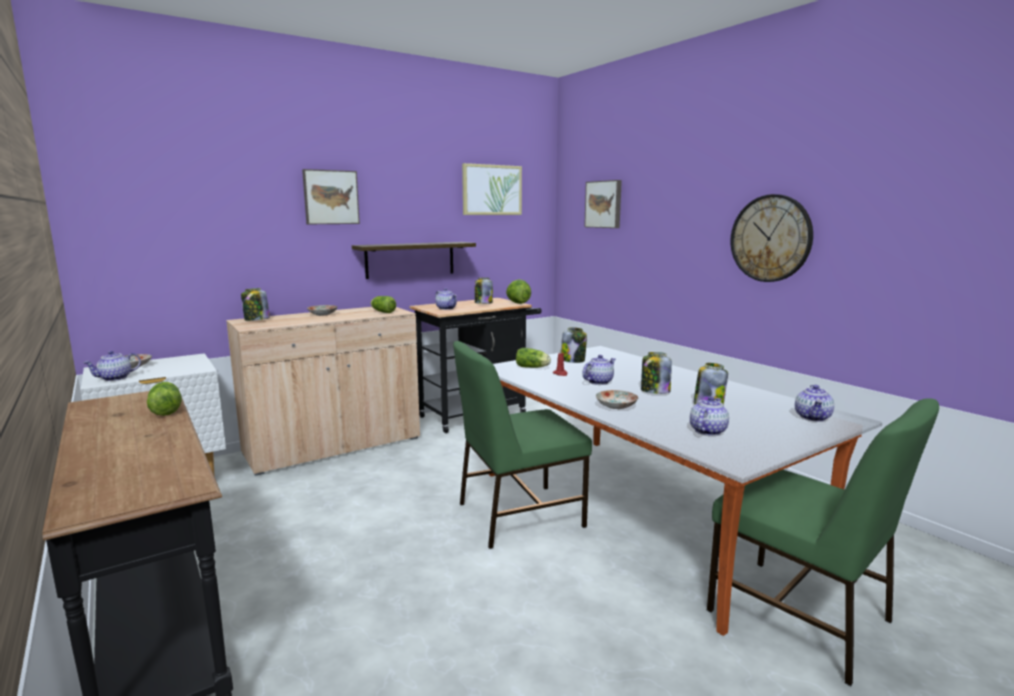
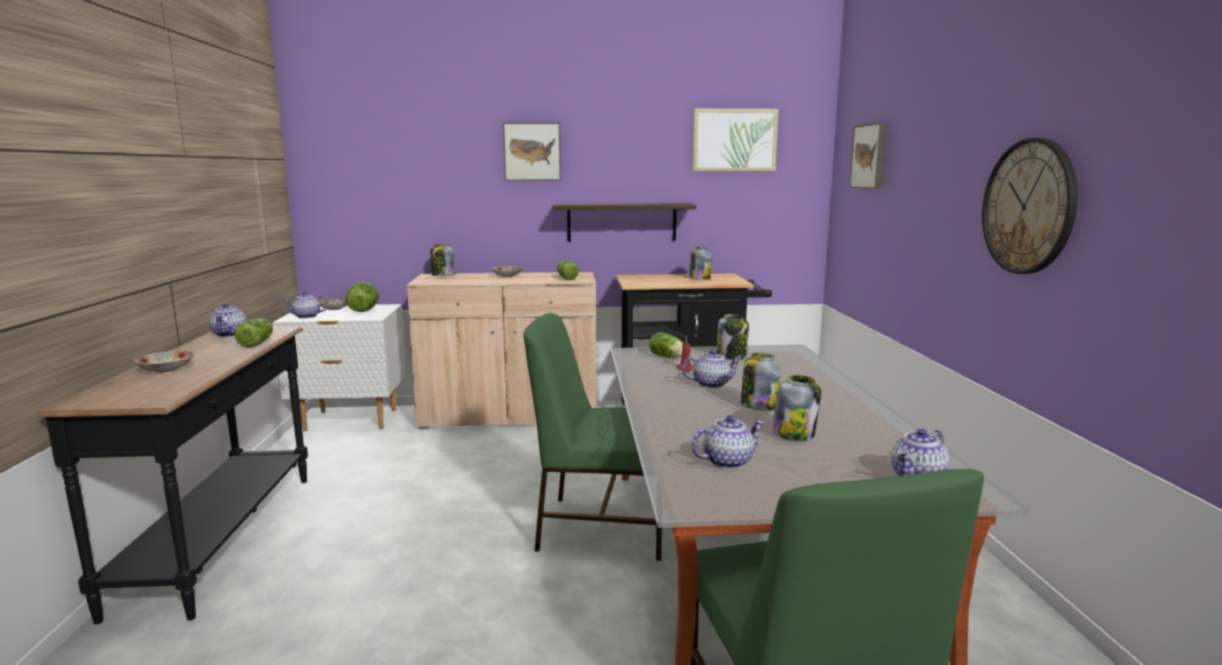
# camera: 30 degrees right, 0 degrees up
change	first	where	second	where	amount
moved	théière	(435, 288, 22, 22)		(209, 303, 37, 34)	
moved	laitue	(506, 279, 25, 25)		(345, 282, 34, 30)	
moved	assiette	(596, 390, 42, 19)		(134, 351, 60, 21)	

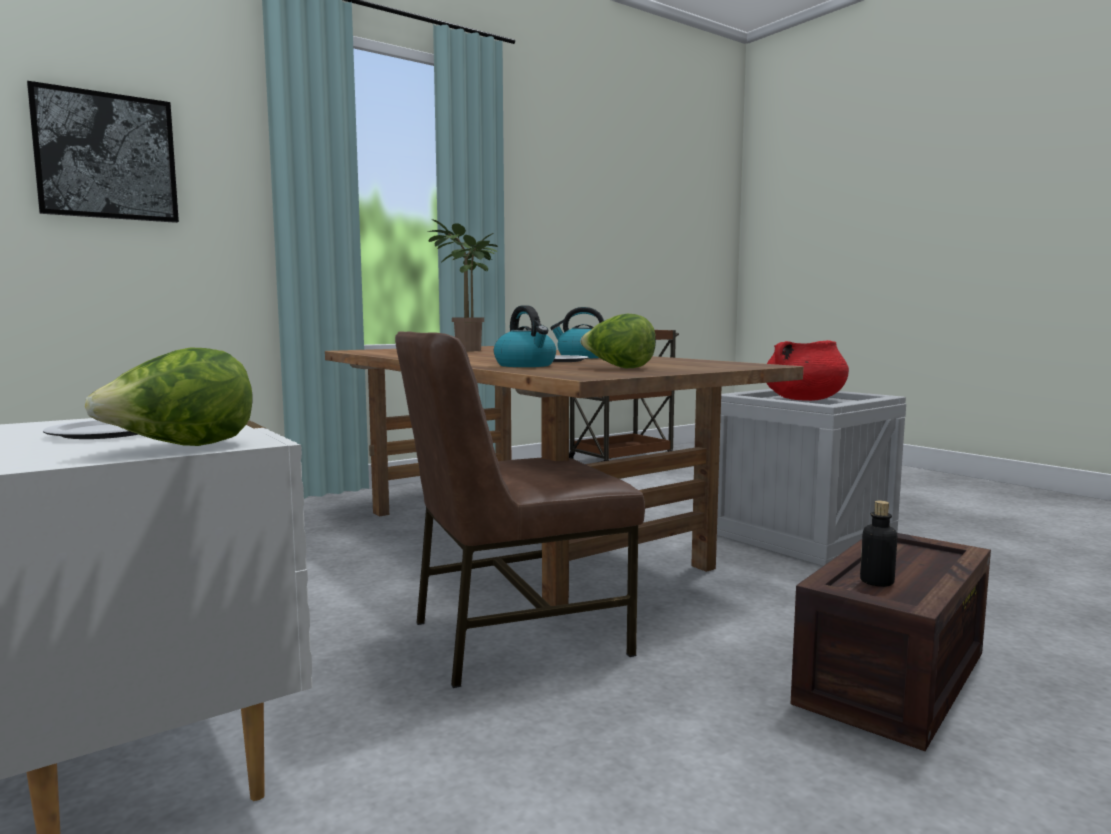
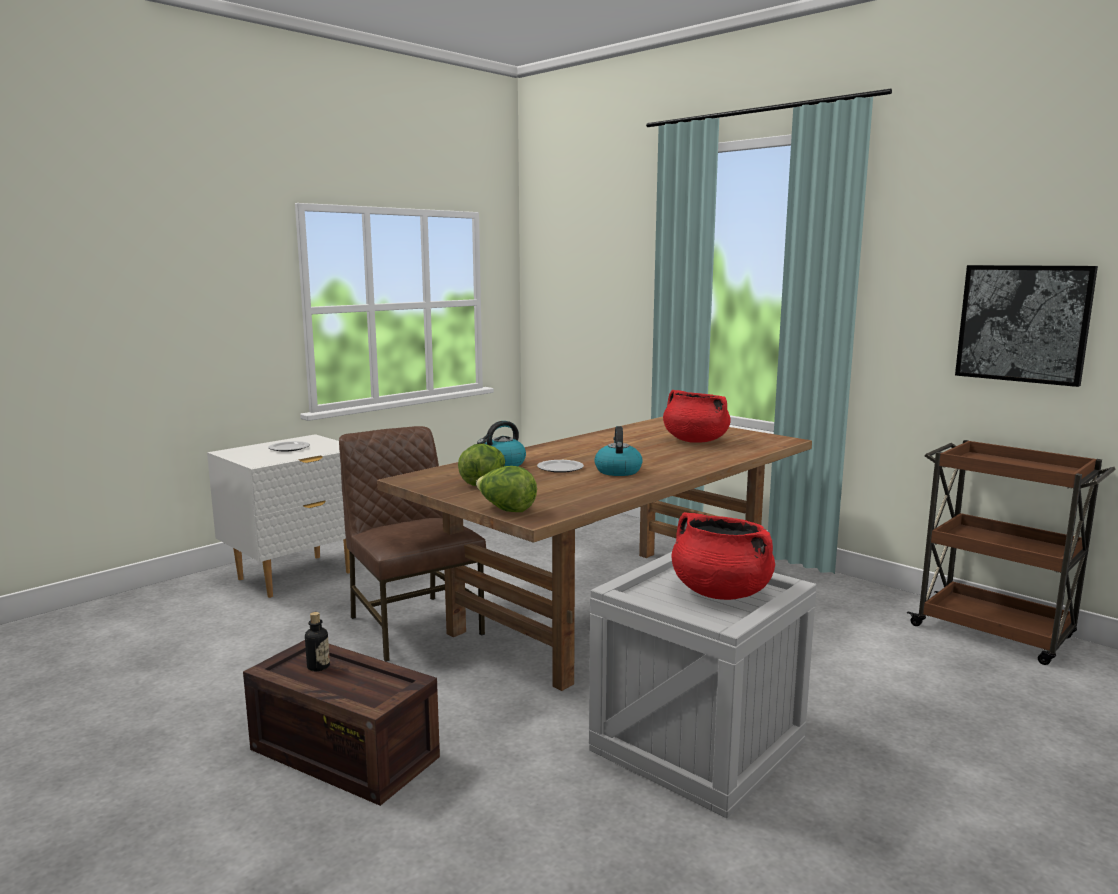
# camera: 80 degrees right, 5 degrees up
change	first	where	second	where	amount
moved	tableau	(27, 81, 152, 142)		(955, 265, 143, 122)	
moved	laitue	(85, 347, 168, 99)		(476, 466, 61, 46)	
replaced	plante en pot	(427, 219, 71, 132)	marmite (rouge)	(663, 390, 68, 53)	

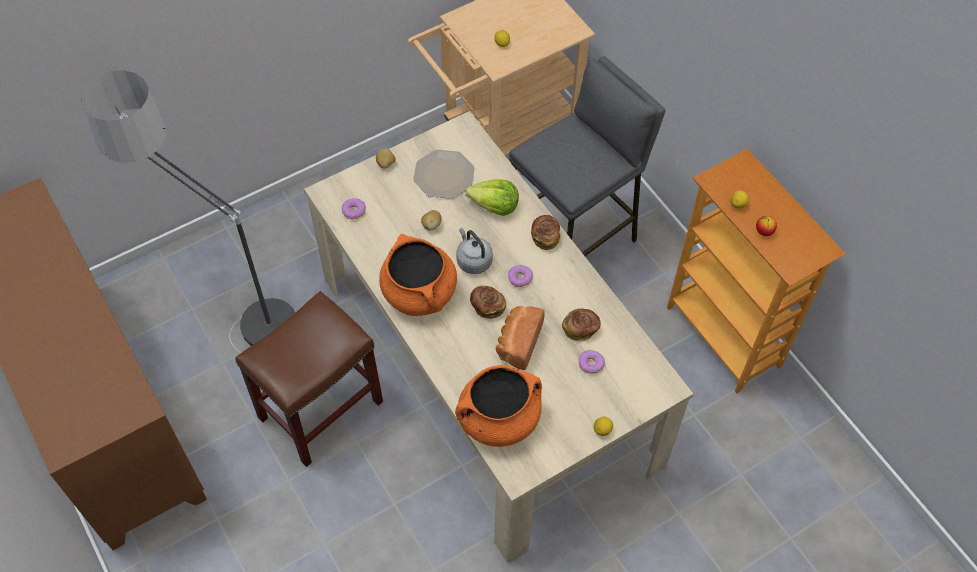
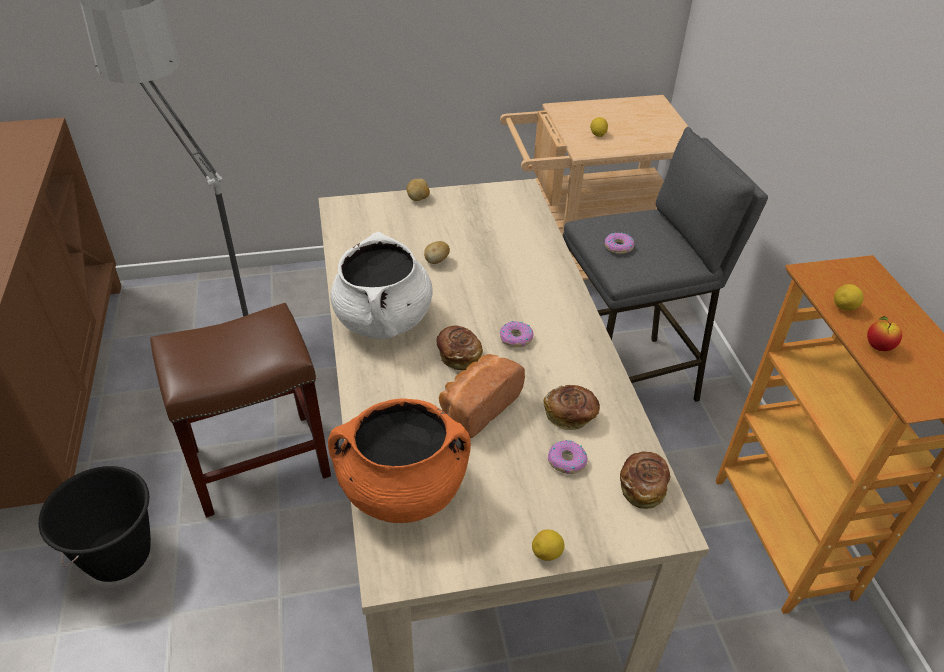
# camera: 20 degrees right, 15 degrees down
change	first	where	second	where	amount
moved	beignet	(342, 198, 24, 21)		(605, 232, 29, 22)	
recoloured	marmite (orange)	(379, 234, 78, 82)	marmite (blanc)	(330, 232, 103, 107)	
removed	assiette	(413, 150, 61, 49)			
removed	bouilloire (gris)	(456, 227, 37, 47)			
removed	laitue	(466, 179, 53, 37)			
moved	pain	(531, 215, 29, 35)		(620, 451, 50, 58)	
added			seau (noir)	(39, 466, 112, 116)	

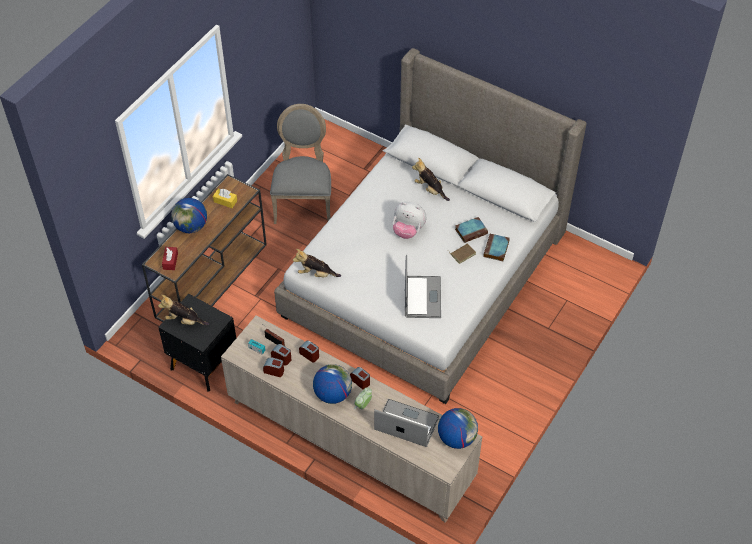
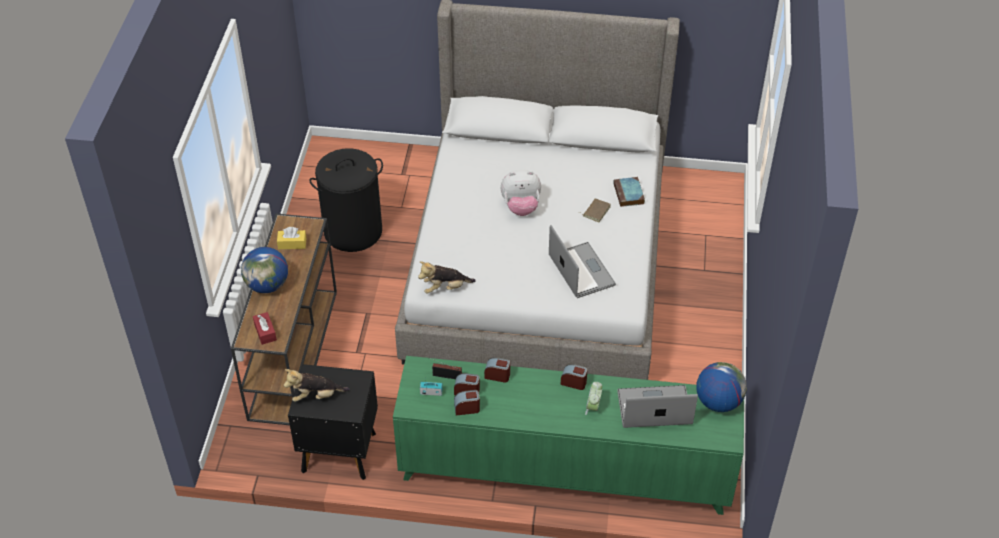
# camera: 25 degrees left, 5 degrees down
change	first	where	second	where	amount
recoloured	meuble de rangement (beige)	(221, 316, 261, 207)	meuble de rangement (vert)	(393, 356, 351, 159)	
replaced	chaise (gris)	(270, 104, 61, 120)	panier à linge (noir)	(309, 149, 74, 103)	
removed	globe	(313, 364, 39, 40)			
removed	peluche	(412, 158, 38, 43)			
removed	livre	(455, 217, 33, 26)			

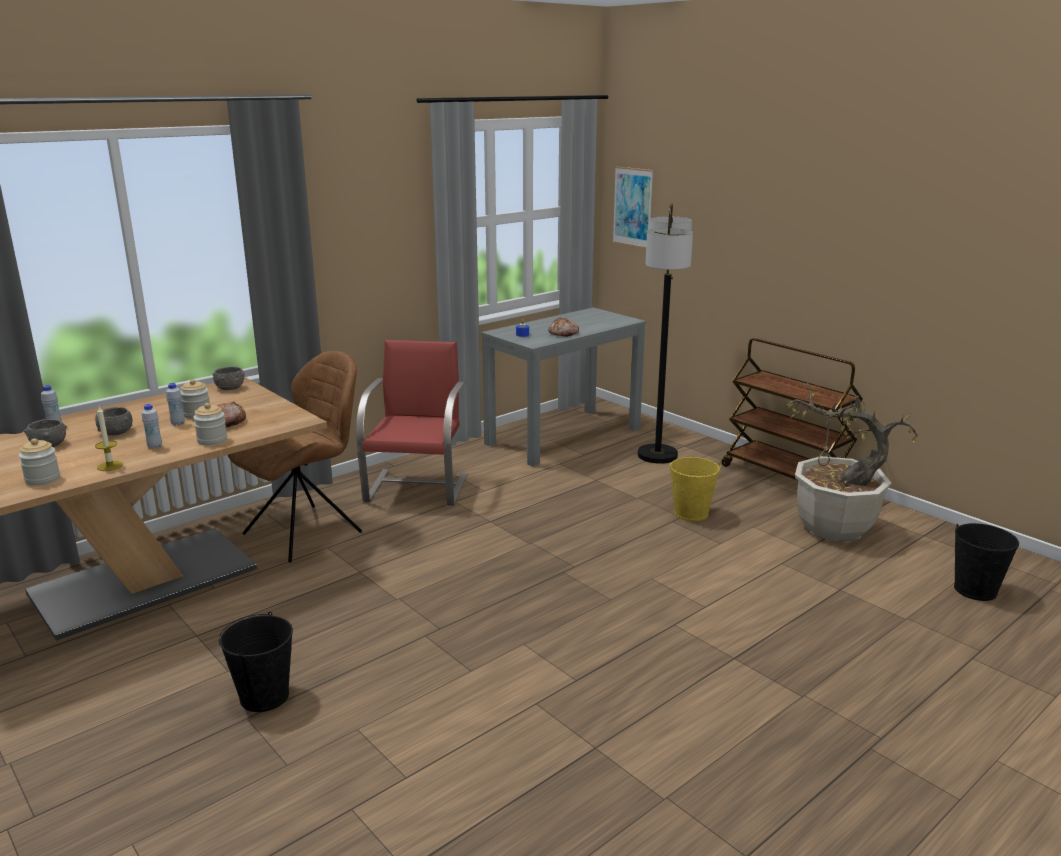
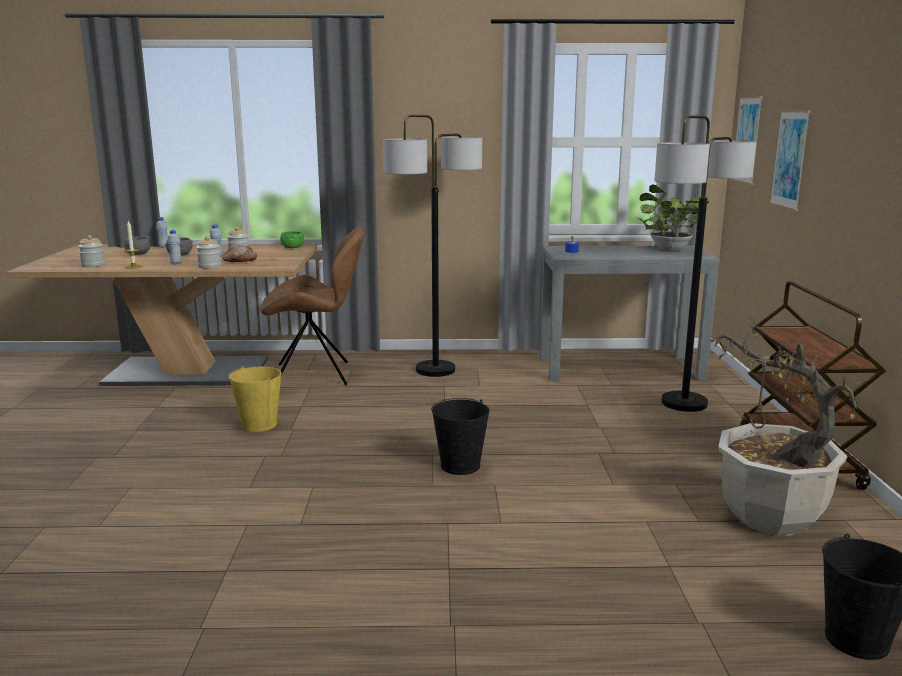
# camera: 40 degrees right, 5 degrees down
change	first	where	second	where	amount
recoloured	bol (gris)	(212, 366, 33, 24)	bol (vert)	(280, 231, 24, 17)	
moved	seau (noir)	(219, 612, 74, 100)		(431, 398, 59, 77)	
replaced	chaise (rouge)	(356, 340, 111, 166)	lampadaire	(383, 115, 99, 262)	
removed	pain	(548, 317, 31, 20)			
moved	seau (jaune)	(669, 457, 52, 65)		(228, 366, 54, 66)	
added			plante en pot	(638, 185, 61, 67)	
added			tableau	(769, 111, 42, 100)	

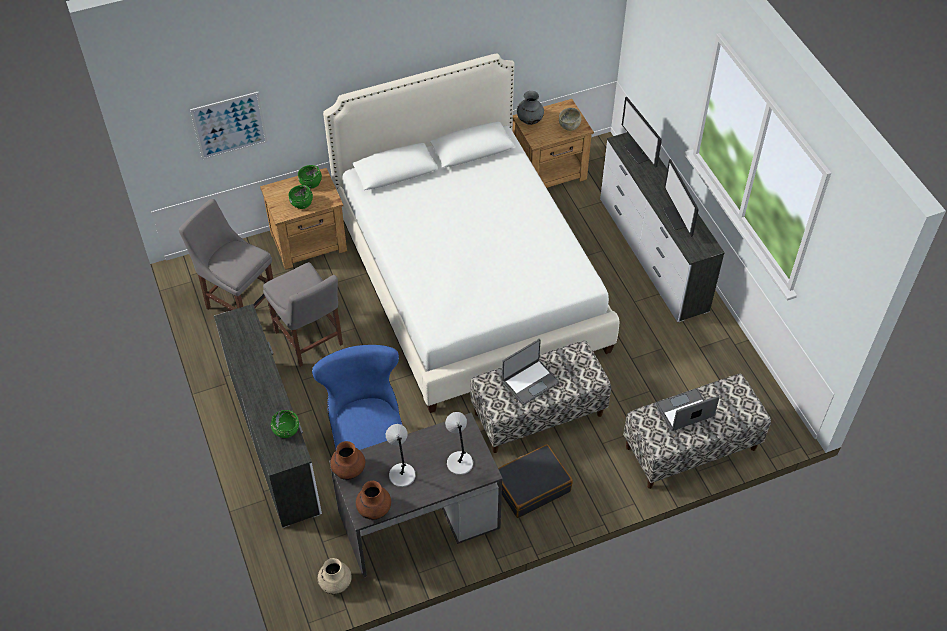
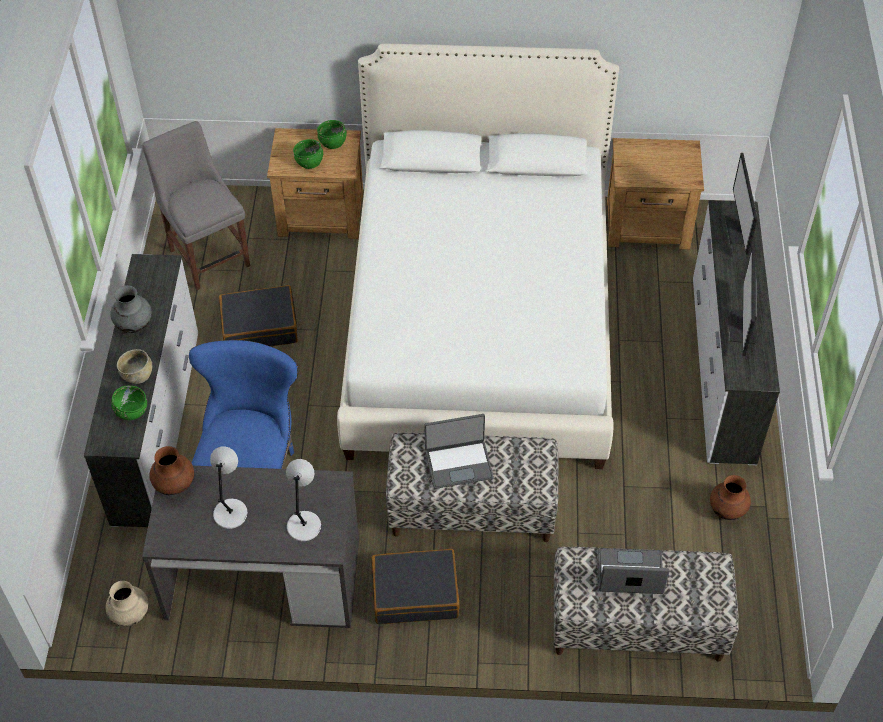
# camera: 25 degrees right, 0 degrees up
change	first	where	second	where	amount
removed	tableau	(190, 92, 77, 68)			
replaced	chaise (gris)	(263, 262, 80, 105)	valise (noir)	(219, 285, 79, 62)	
moved	vase (marron)	(356, 481, 35, 39)		(710, 475, 41, 45)	
moved	vase (gris)	(517, 91, 27, 34)		(110, 285, 42, 48)	
moved	bol (beige)	(559, 108, 22, 23)		(117, 349, 35, 35)	

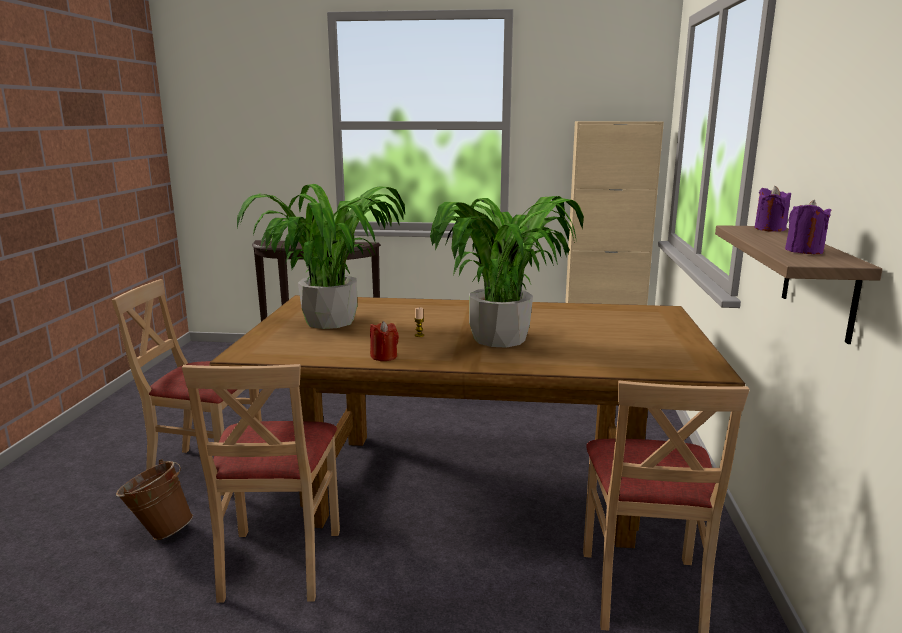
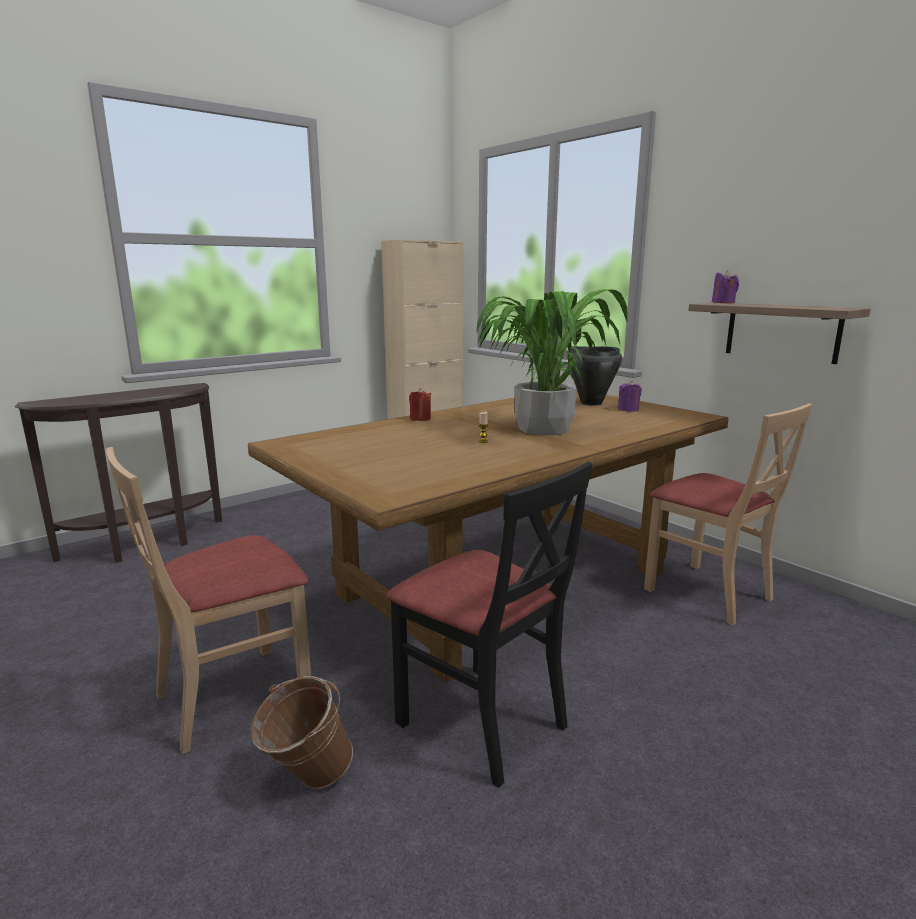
# camera: 45 degrees left, 0 degrees up
change	first	where	second	where	amount
recoloured	chaise (beige)	(182, 364, 158, 239)	chaise (noir)	(386, 462, 207, 326)	
removed	plante en pot	(237, 184, 168, 145)			
moved	bougie (rouge)	(370, 321, 29, 40)		(409, 388, 22, 33)	
moved	bougie (violet)	(785, 200, 46, 54)		(618, 381, 24, 31)	
added			marmite (noir)	(568, 346, 54, 60)	

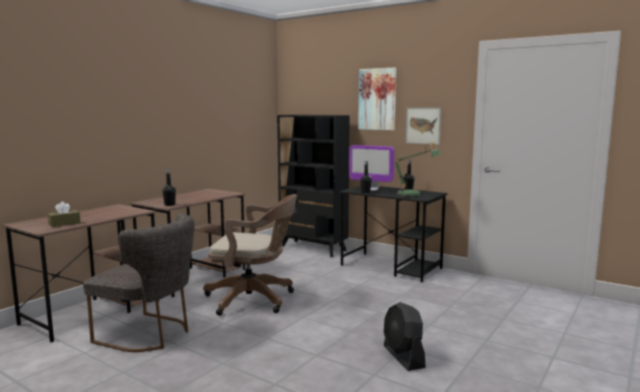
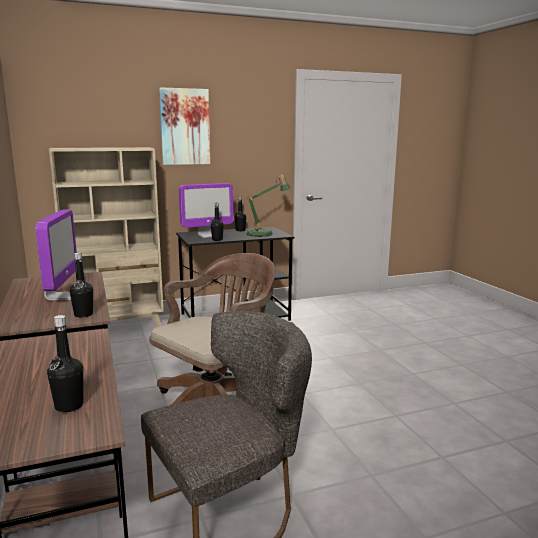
# camera: 55 degrees left, 5 degrees up
change	first	where	second	where	amount
replaced	boîte à mouchoirs (marron)	(48, 202, 33, 25)	bouteille (noir)	(47, 315, 36, 97)	
recoloured	bibliothèque (noir)	(277, 115, 73, 142)	bibliothèque (beige)	(49, 147, 115, 180)	
removed	ventilateur (noir)	(384, 302, 42, 69)			
removed	tableau	(405, 107, 36, 38)			
added			écran d'ordinateur	(35, 210, 42, 90)	

